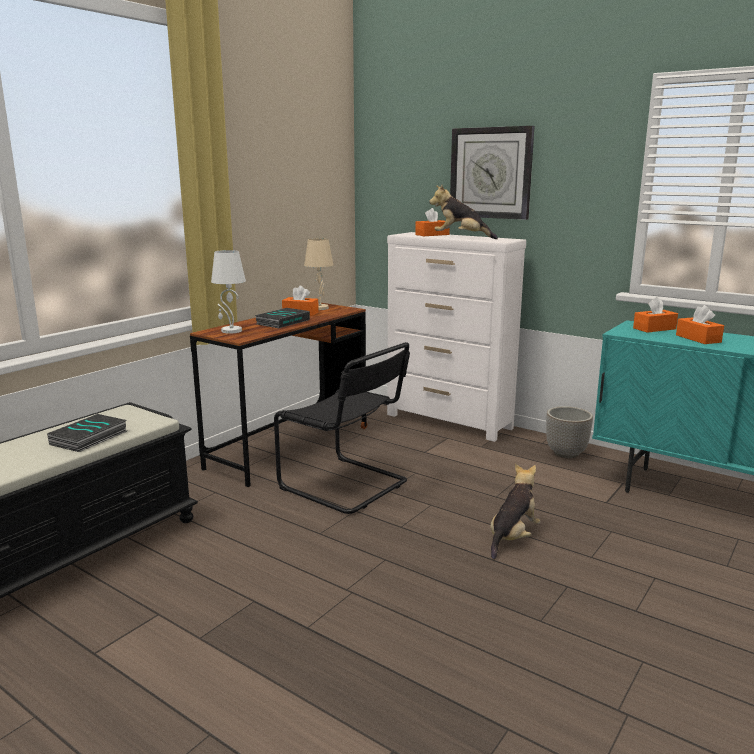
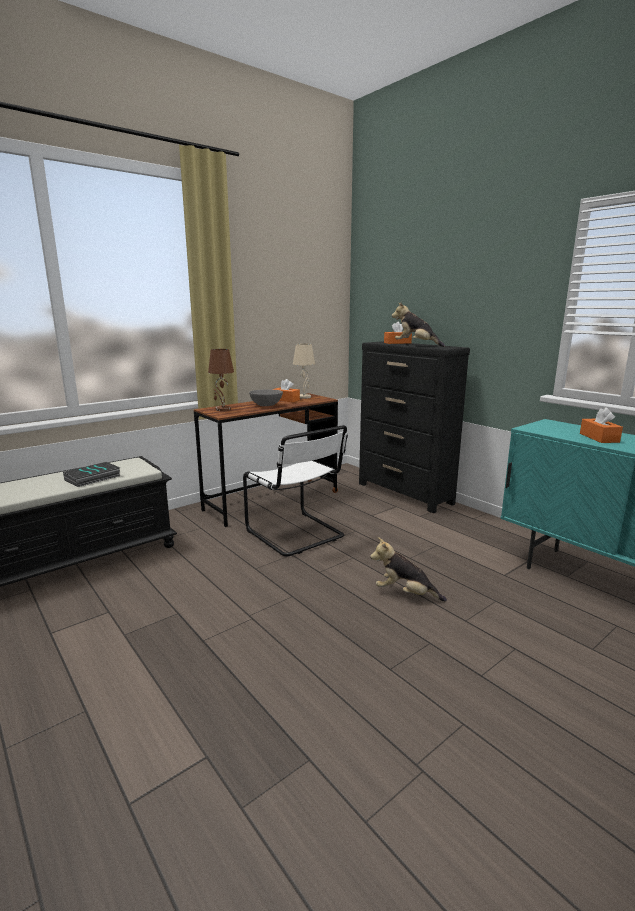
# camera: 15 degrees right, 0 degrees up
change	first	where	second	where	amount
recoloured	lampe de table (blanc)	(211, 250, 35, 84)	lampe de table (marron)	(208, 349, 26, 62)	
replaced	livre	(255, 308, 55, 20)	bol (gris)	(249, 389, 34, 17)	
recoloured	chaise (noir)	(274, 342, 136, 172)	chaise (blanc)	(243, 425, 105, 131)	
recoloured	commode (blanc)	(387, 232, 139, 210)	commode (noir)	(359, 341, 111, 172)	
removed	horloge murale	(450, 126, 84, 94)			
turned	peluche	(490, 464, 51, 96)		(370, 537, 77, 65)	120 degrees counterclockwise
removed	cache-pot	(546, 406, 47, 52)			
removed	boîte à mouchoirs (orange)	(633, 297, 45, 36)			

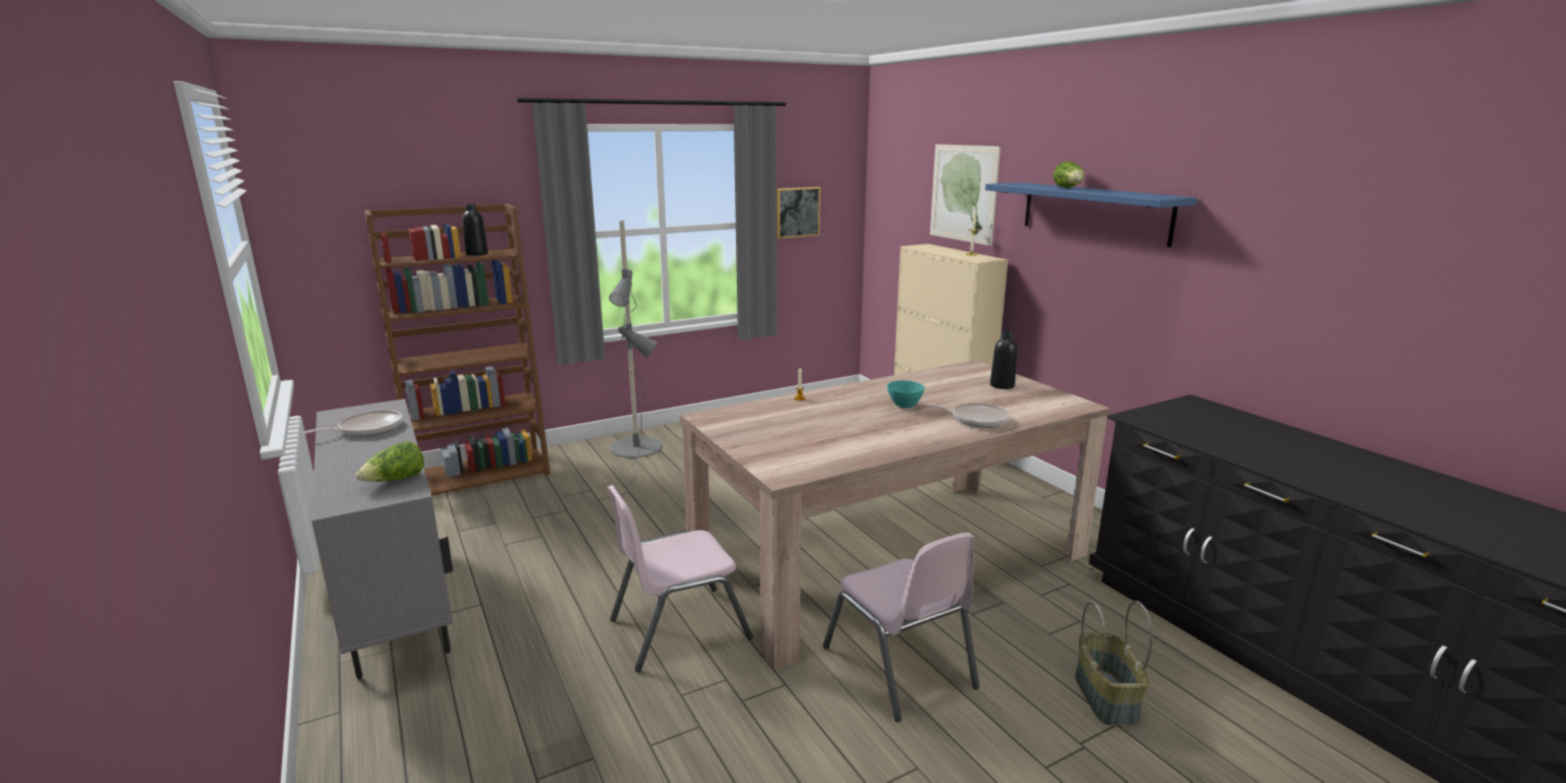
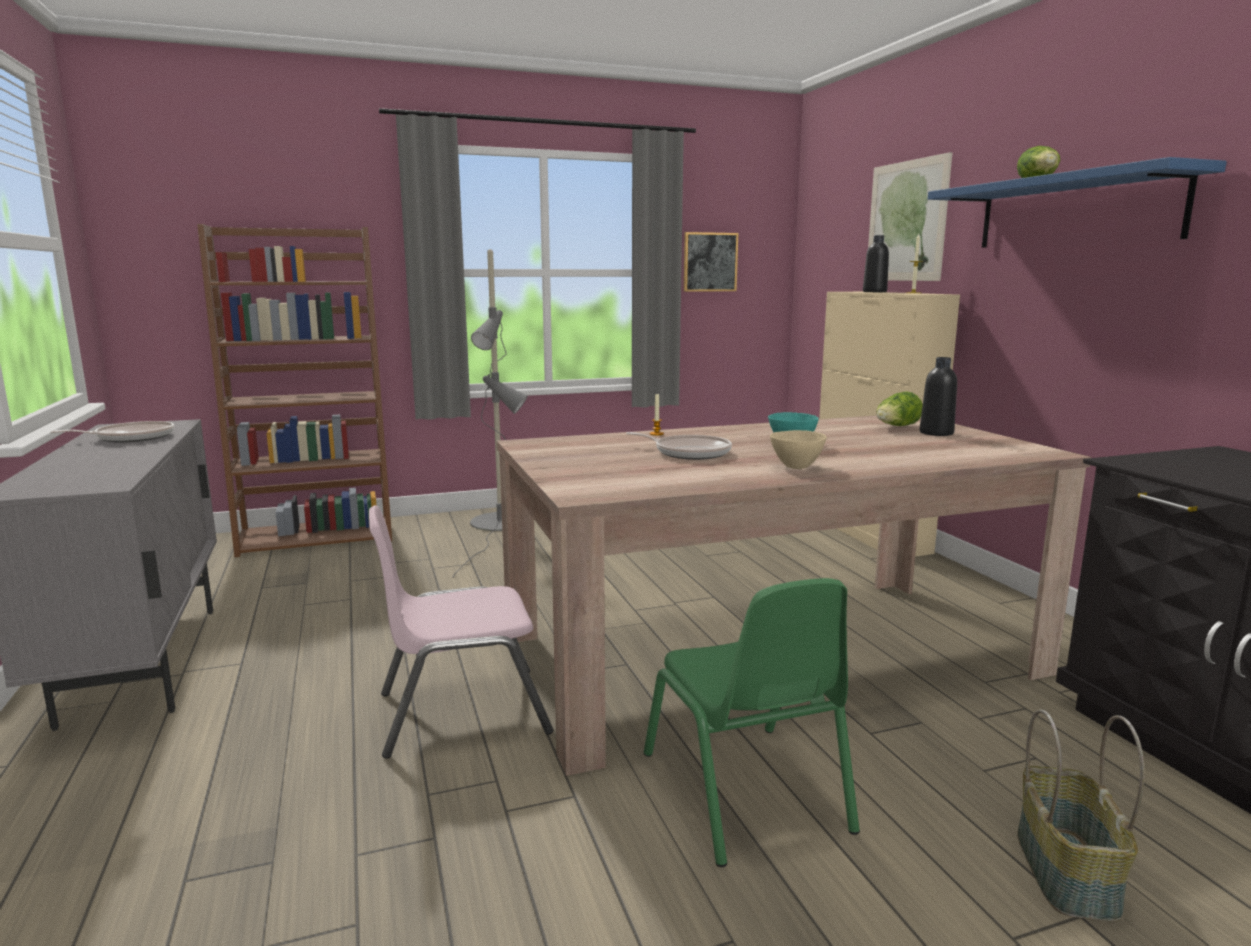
# camera: 10 degrees right, 5 degrees down
change	first	where	second	where	amount
moved	laitue	(356, 441, 68, 41)		(876, 392, 47, 34)	
moved	bouteille (noir)	(462, 204, 26, 52)		(863, 235, 26, 57)	
recoloured	chaise (rose)	(823, 533, 157, 189)	chaise (vert)	(644, 578, 216, 289)	
moved	poêle	(924, 403, 86, 25)		(626, 432, 106, 28)	
added			bol (beige)	(770, 430, 57, 39)	

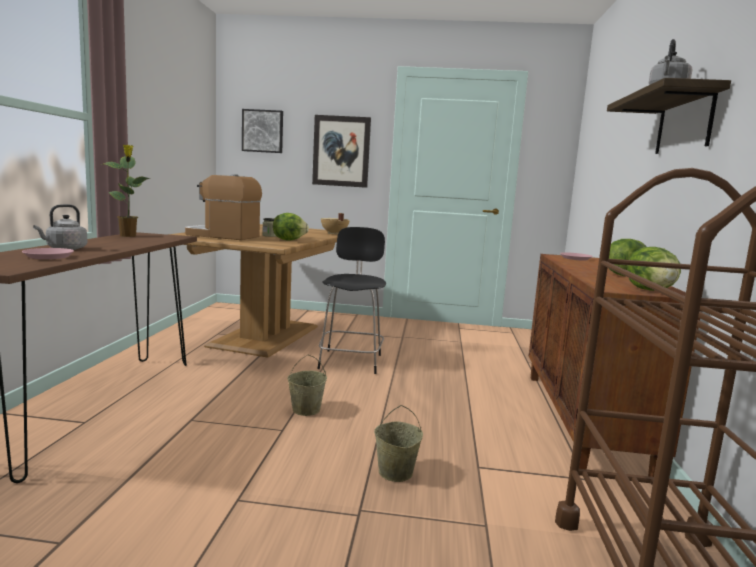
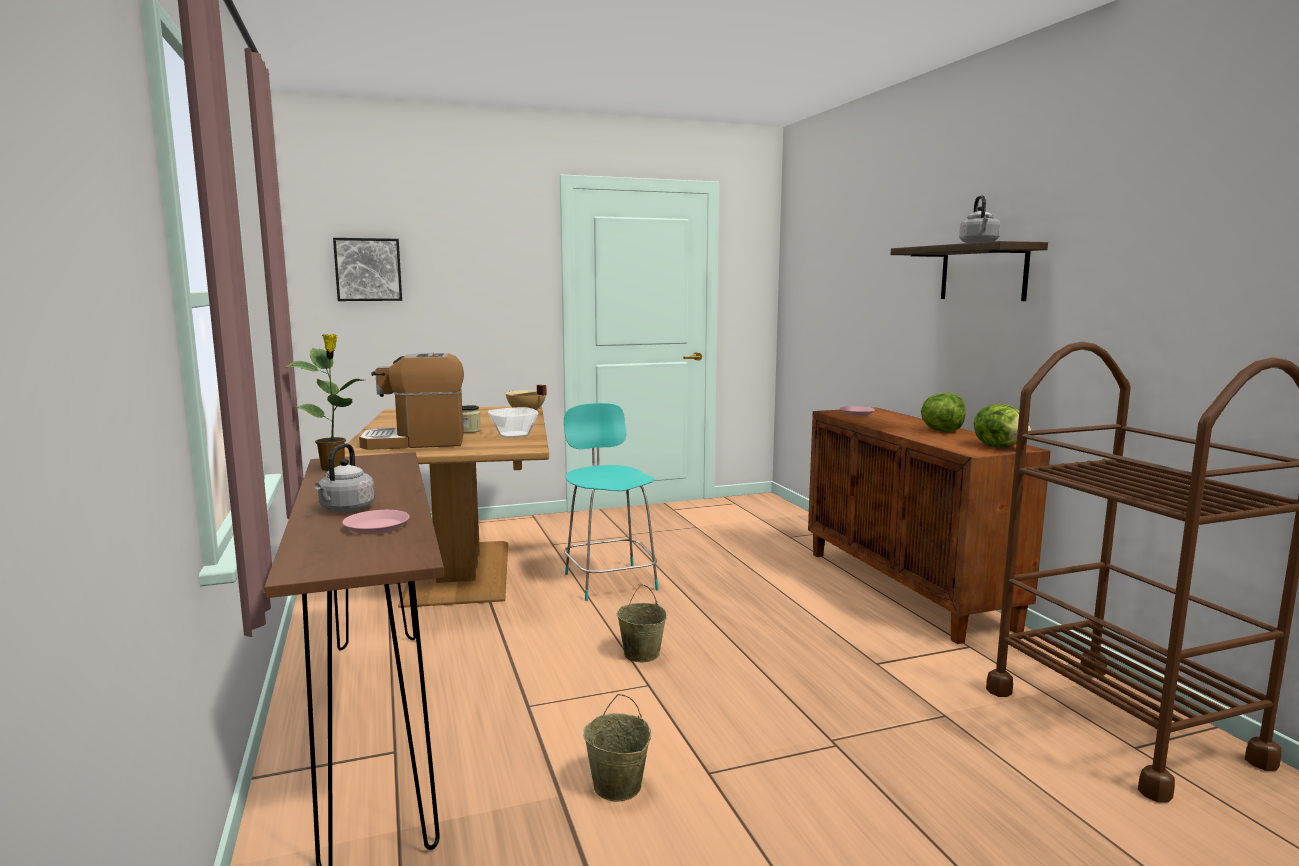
# camera: 25 degrees left, 0 degrees up
change	first	where	second	where	amount
replaced	laitue	(273, 213, 36, 28)	bol	(488, 407, 51, 31)	
removed	tableau	(312, 115, 59, 73)			
recoloured	chaise (noir)	(317, 227, 69, 147)	chaise (turquoise)	(564, 403, 95, 198)	
moved	seau (beige)	(374, 405, 49, 77)		(583, 694, 68, 108)	

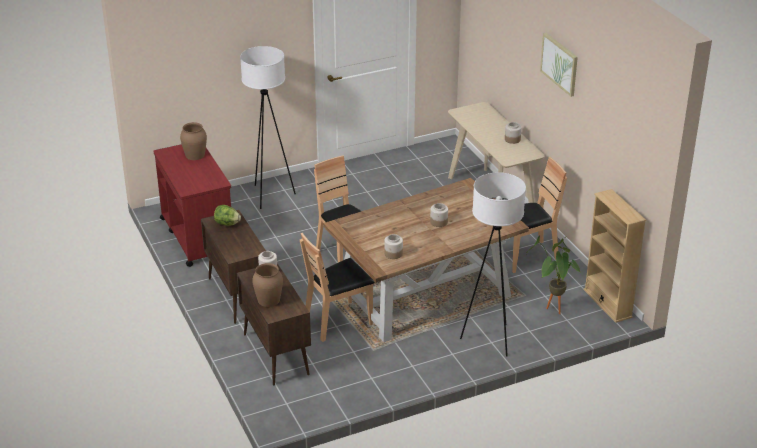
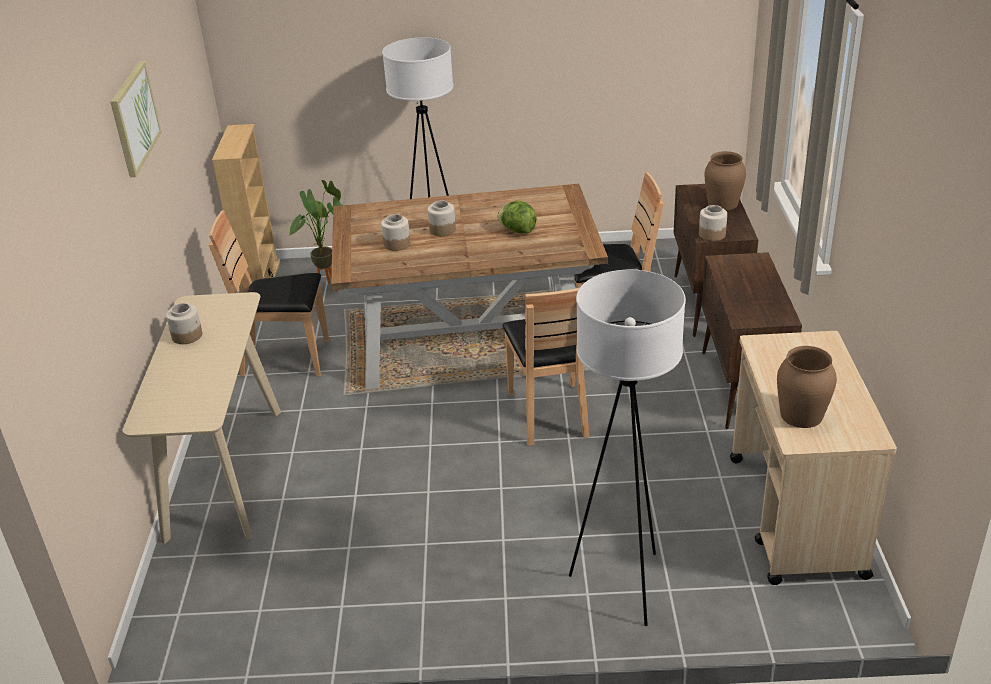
# camera: 155 degrees left, 0 degrees up
change	first	where	second	where	amount
recoloured	chariot (rouge)	(154, 144, 77, 123)	chariot (beige)	(730, 331, 167, 254)	
moved	laitue	(214, 205, 27, 21)		(497, 201, 40, 33)	
moved	bocal	(384, 234, 19, 25)		(381, 214, 29, 37)	

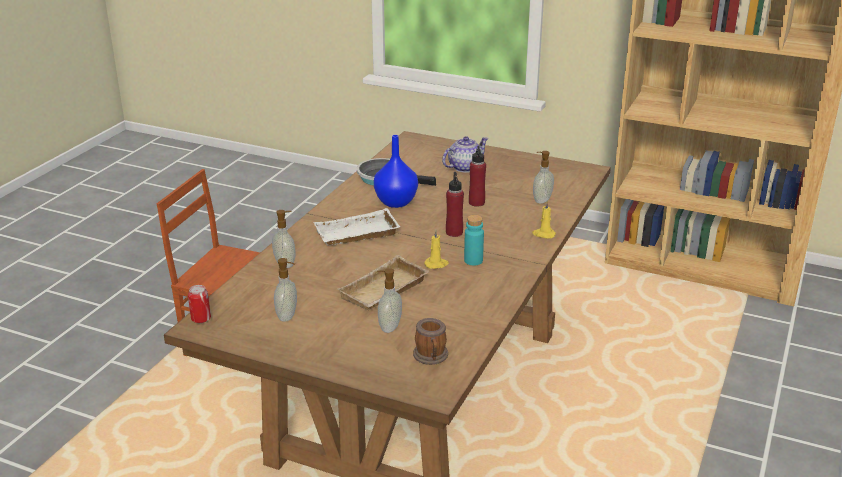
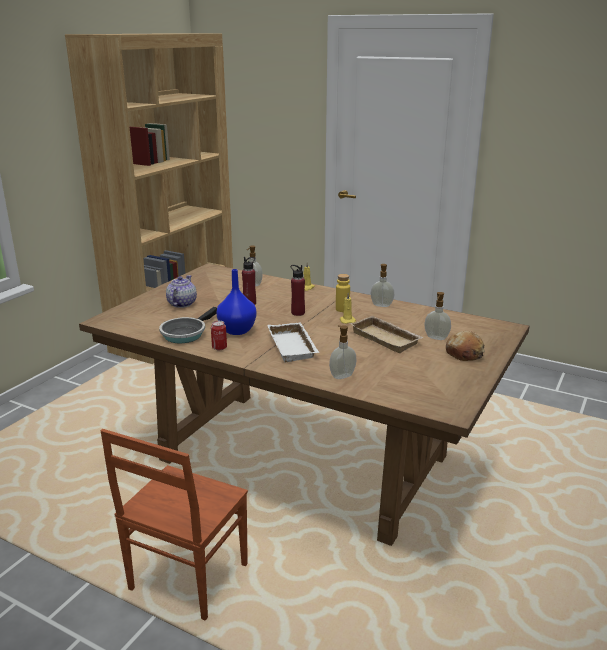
# camera: 85 degrees left, 5 degrees down
change	first	where	second	where	amount
moved	boîte métallique	(188, 285, 23, 38)		(211, 321, 16, 29)	
moved	distributeur de savon	(274, 258, 23, 63)		(371, 264, 23, 43)	
removed	mug	(413, 318, 35, 47)			
turned	théière	(442, 136, 46, 37)		(166, 275, 31, 33)	45 degrees clockwise
recoloured	bouteille (turquoise)	(464, 215, 20, 50)	bouteille (jaune)	(336, 274, 14, 38)	
added			pain	(446, 331, 39, 30)	

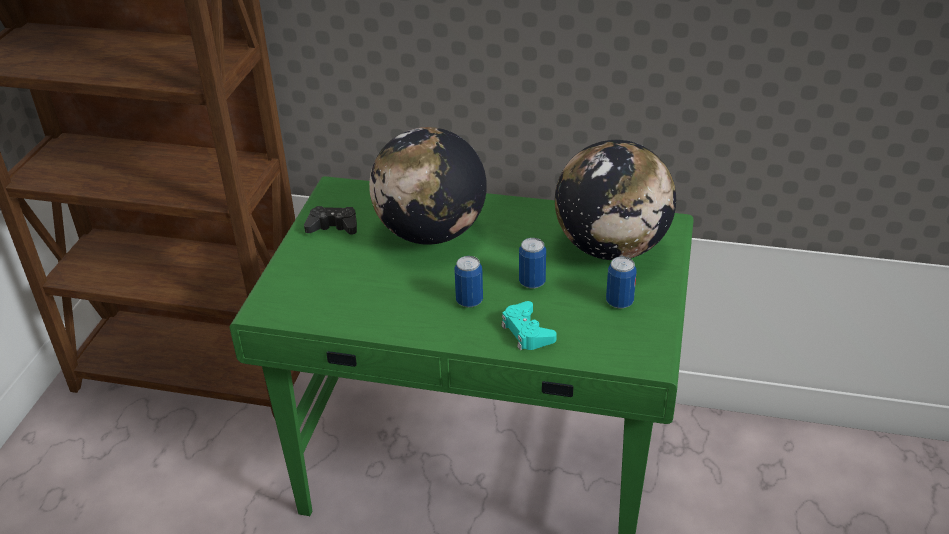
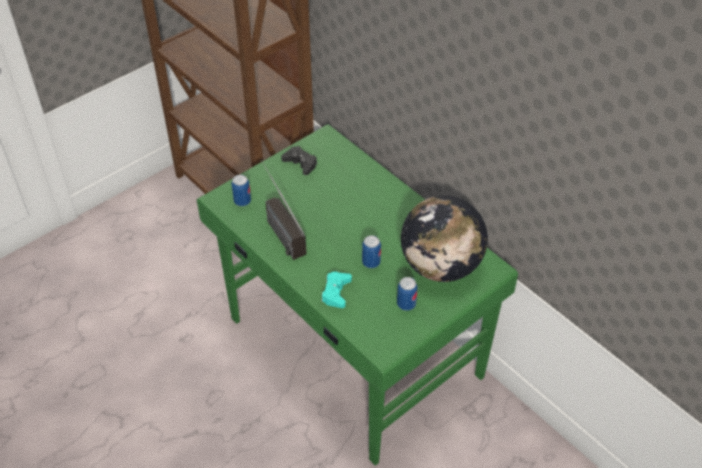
# camera: 35 degrees right, 10 degrees up
change	first	where	second	where	amount
removed	globe	(369, 127, 118, 118)			
moved	boîte métallique	(454, 256, 29, 52)		(231, 174, 20, 32)	
added			radio	(261, 160, 46, 100)	

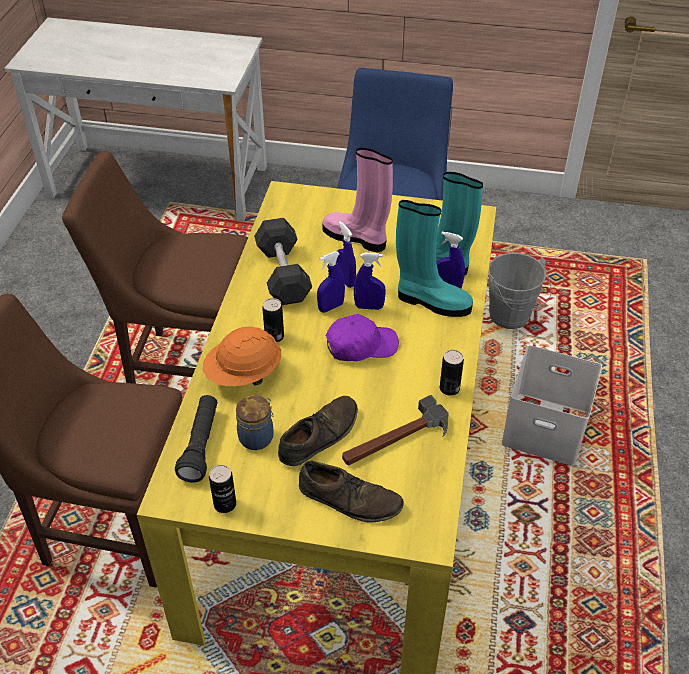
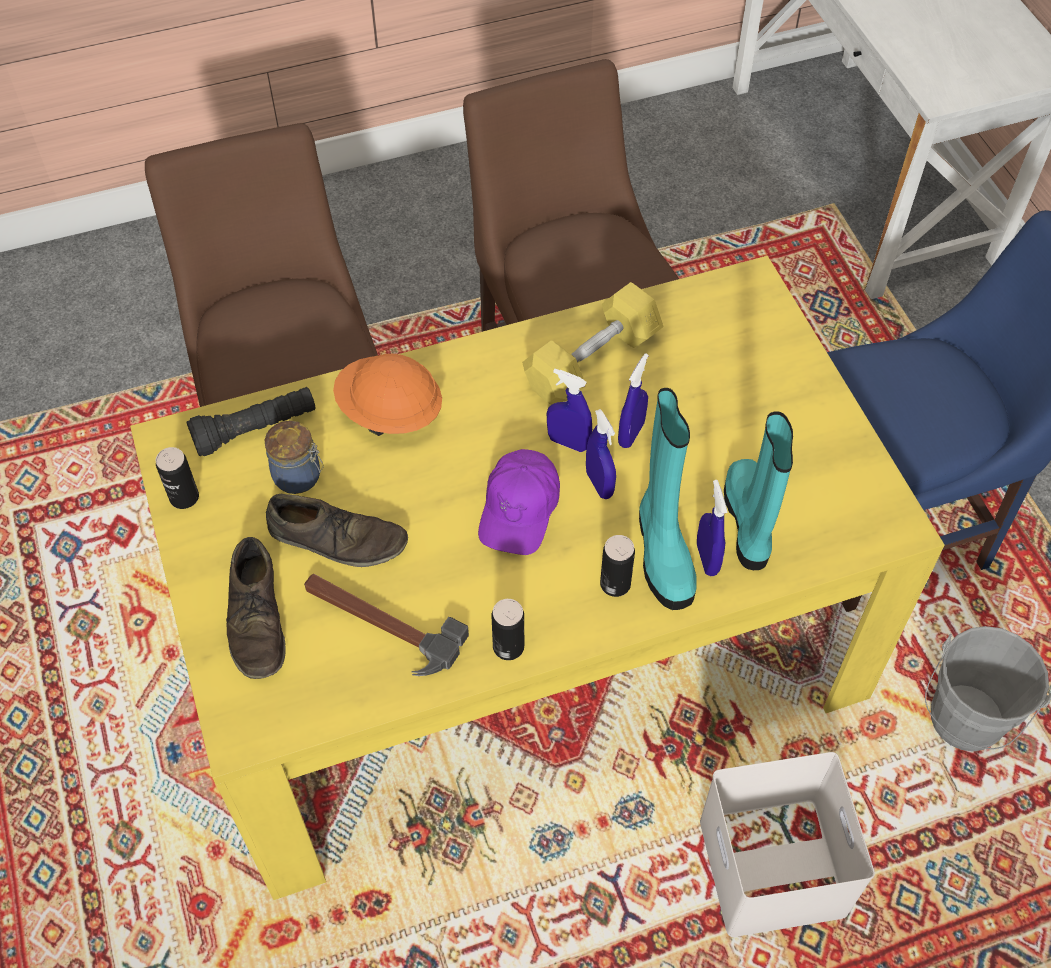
# camera: 60 degrees right, 10 degrees up
change	first	where	second	where	amount
recoloured	haltère (gris)	(254, 218, 58, 87)	haltère (jaune)	(522, 282, 142, 123)	
moved	boîte métallique	(262, 298, 22, 44)		(600, 535, 35, 62)	
removed	botte (rose)	(322, 148, 71, 104)			
turned	casquette (violet)	(326, 314, 73, 47)		(478, 449, 82, 106)	60 degrees clockwise

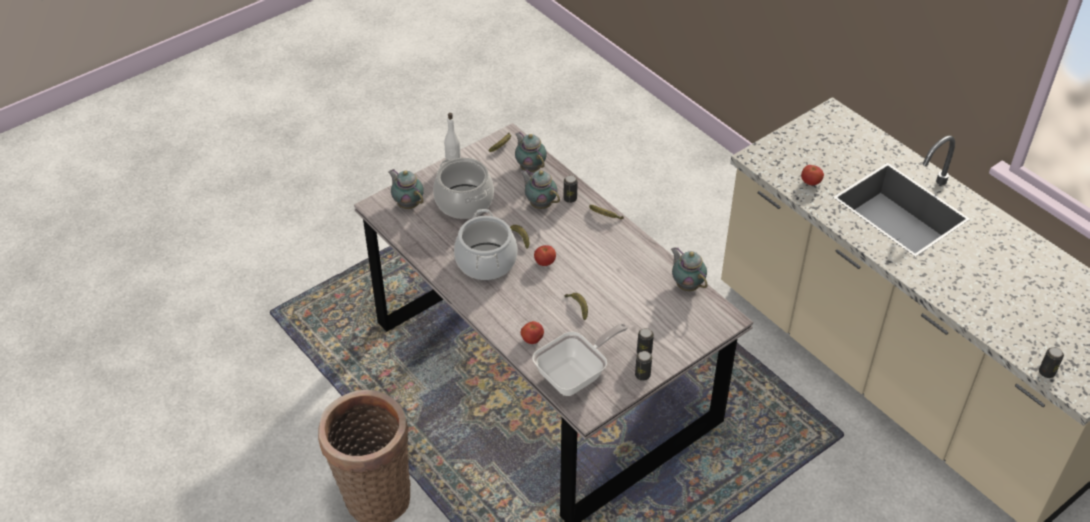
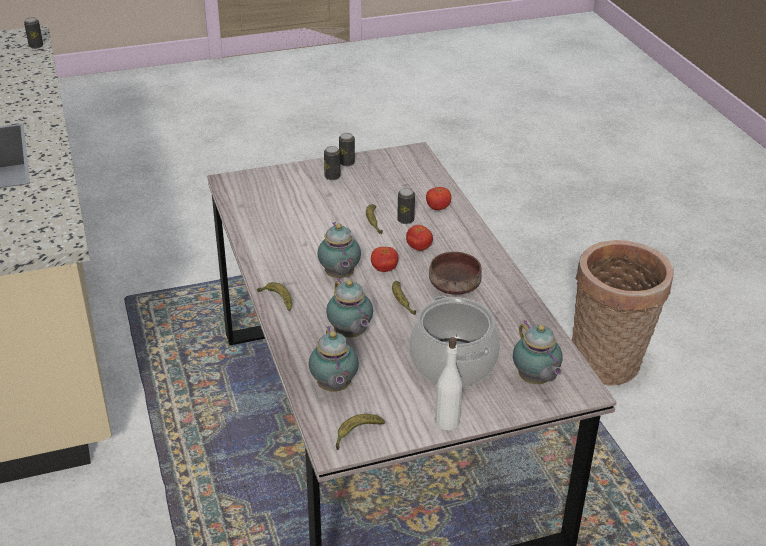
# camera: 160 degrees left, 10 degrees down
change	first	where	second	where	amount
replaced	marmite	(454, 209, 63, 71)	bol (marron)	(429, 252, 53, 43)	
removed	poêle	(532, 323, 96, 73)			
moved	boîte métallique	(564, 175, 14, 28)		(397, 188, 18, 36)	
moved	théière	(671, 247, 37, 44)		(317, 222, 44, 56)	
moved	tomate	(801, 165, 23, 20)		(406, 225, 27, 26)	

